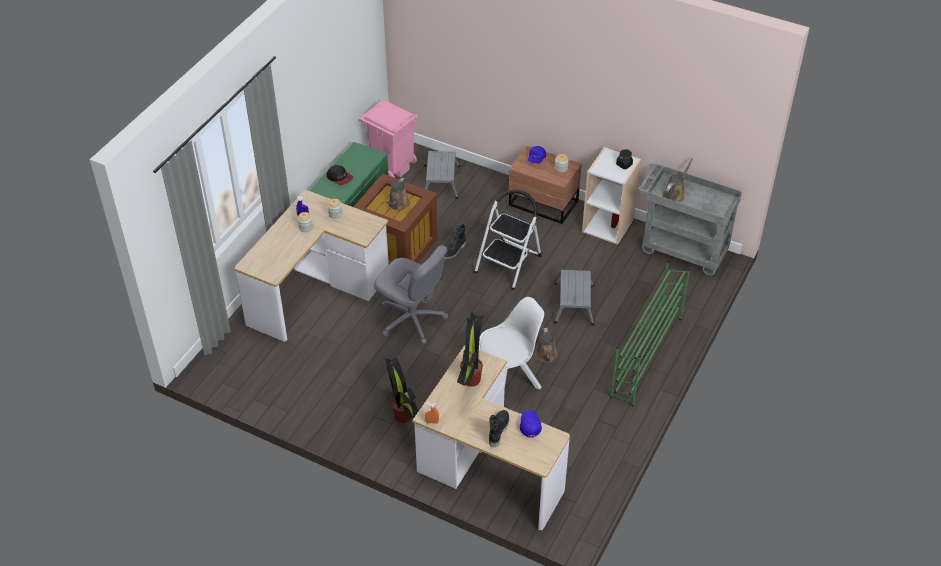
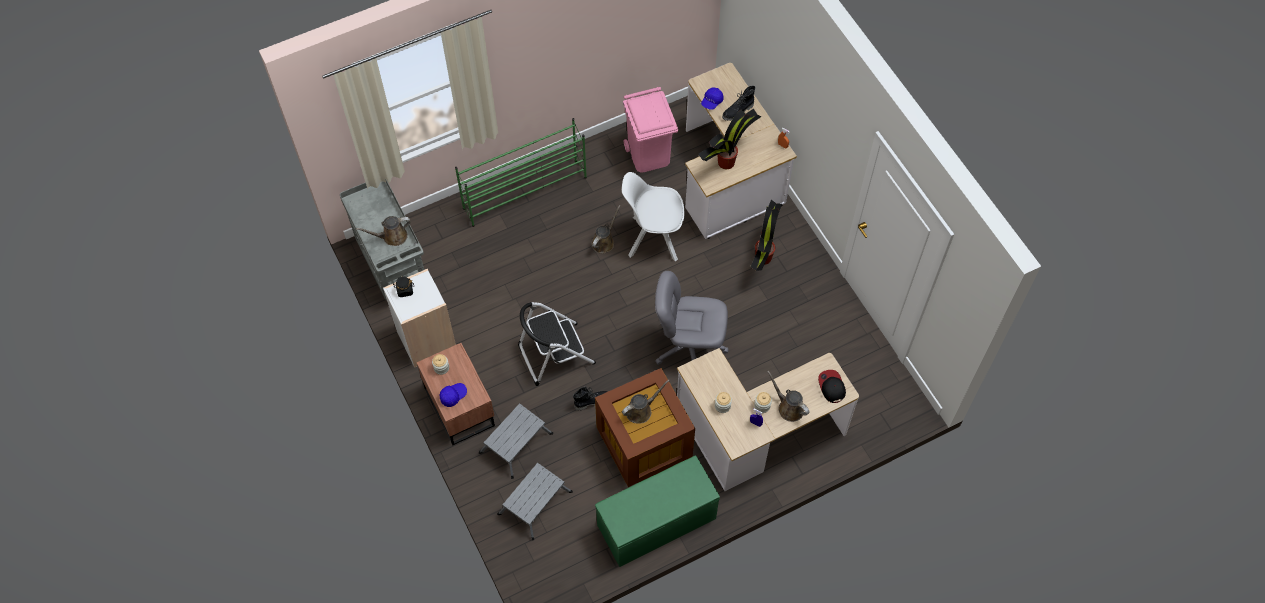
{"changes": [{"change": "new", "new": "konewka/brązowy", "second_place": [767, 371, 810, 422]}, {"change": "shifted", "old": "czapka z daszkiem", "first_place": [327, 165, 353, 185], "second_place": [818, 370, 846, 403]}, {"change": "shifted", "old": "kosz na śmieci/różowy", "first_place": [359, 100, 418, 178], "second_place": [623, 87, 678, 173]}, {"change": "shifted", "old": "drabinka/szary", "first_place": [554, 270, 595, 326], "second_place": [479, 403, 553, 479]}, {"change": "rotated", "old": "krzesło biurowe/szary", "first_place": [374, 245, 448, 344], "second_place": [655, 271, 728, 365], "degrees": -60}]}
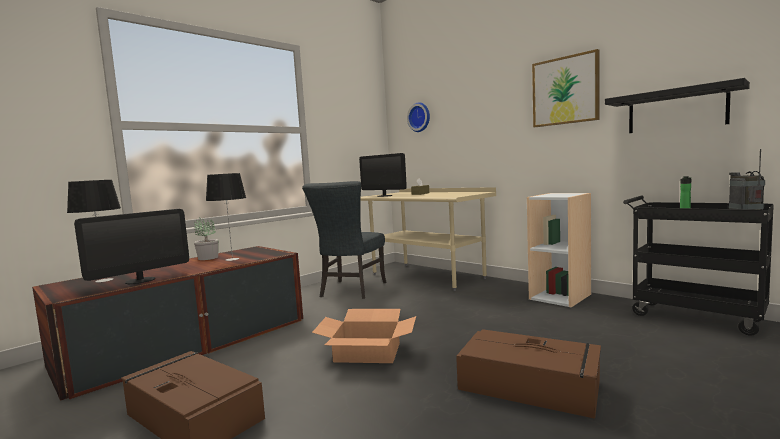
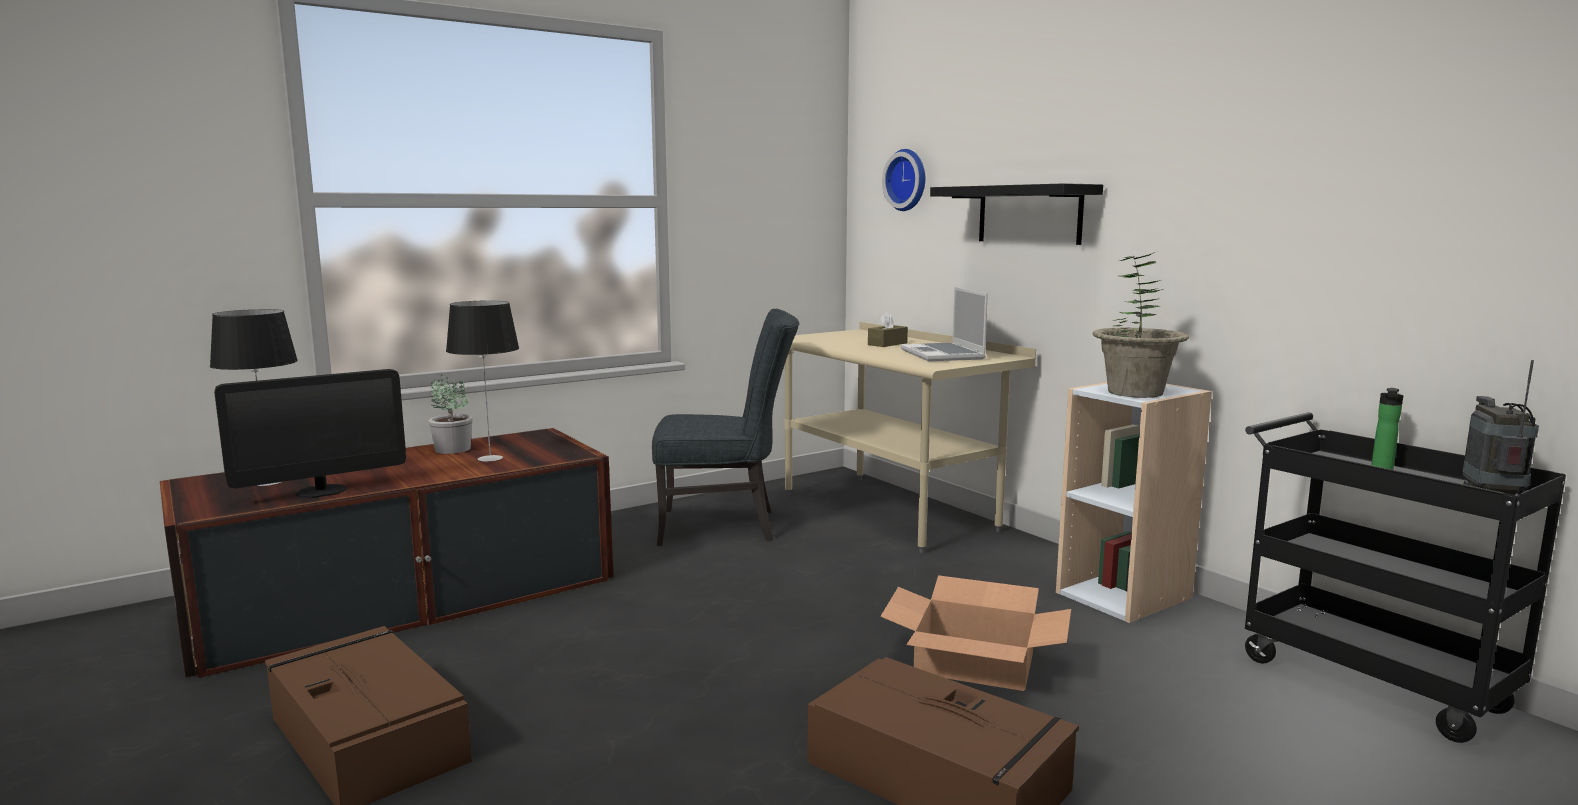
{"changes": [{"change": "gone", "old": "monitor", "first_place": [359, 153, 407, 197]}, {"change": "gone", "old": "obraz", "first_place": [532, 49, 599, 127]}, {"change": "new", "new": "laptop", "second_place": [901, 287, 988, 361]}, {"change": "new", "new": "roślina doniczkowa", "second_place": [1093, 252, 1189, 398]}, {"change": "shifted", "old": "karton", "first_place": [312, 309, 416, 363], "second_place": [880, 575, 1071, 691]}, {"change": "shifted", "old": "półka/czarny", "first_place": [605, 78, 750, 133], "second_place": [930, 183, 1103, 245]}, {"change": "rotated", "old": "krzesło/szary", "first_place": [302, 181, 387, 299], "second_place": [652, 309, 799, 546], "degrees": -120}]}
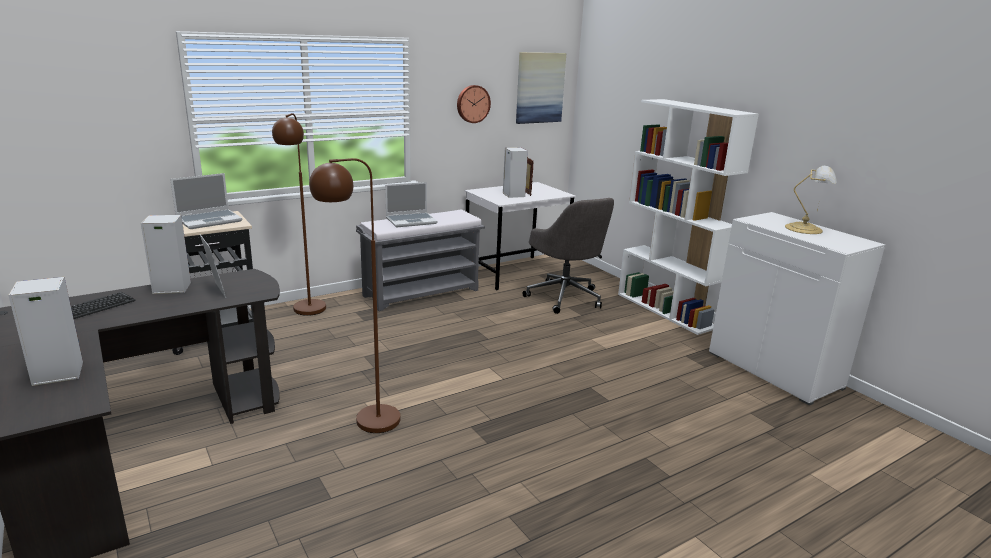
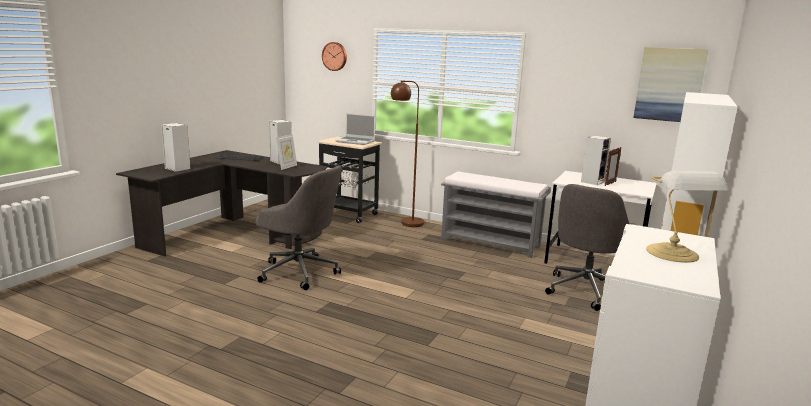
{"changes": [{"change": "gone", "old": "laptop", "first_place": [385, 182, 437, 228]}, {"change": "shifted", "old": "zegar ścienny", "first_place": [457, 85, 491, 123], "second_place": [322, 42, 347, 71]}, {"change": "swapped", "old": "lampa stojąca/brązowy", "new": "krzesło biurowe/szary", "first_place": [309, 158, 401, 433], "second_place": [256, 165, 342, 290]}]}
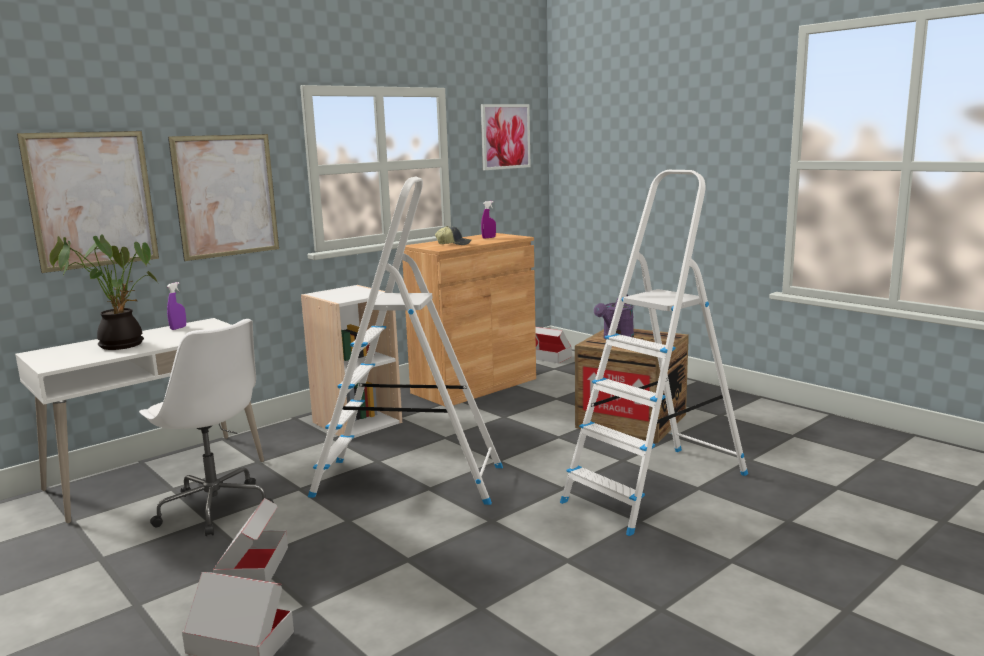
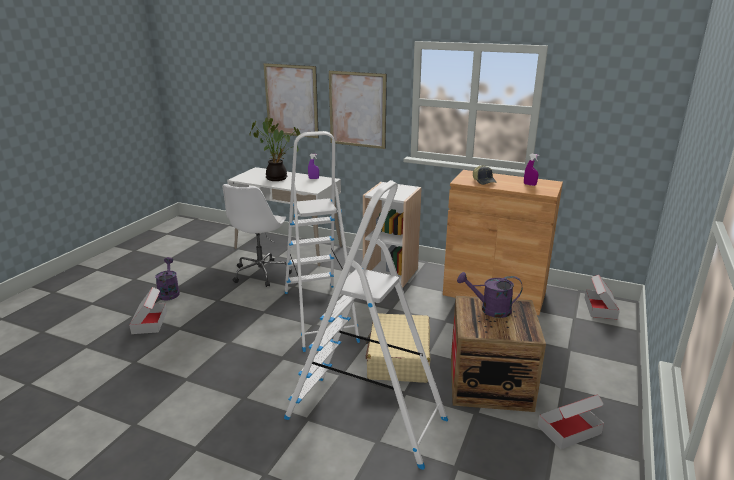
{"changes": [{"change": "gone", "old": "obraz", "first_place": [481, 104, 531, 170]}, {"change": "new", "new": "konewka/fioletowy", "second_place": [155, 257, 180, 300]}, {"change": "new", "new": "walizka/beżowy", "second_place": [366, 313, 430, 383]}, {"change": "shifted", "old": "karton", "first_place": [213, 498, 288, 582], "second_place": [538, 394, 604, 449]}]}
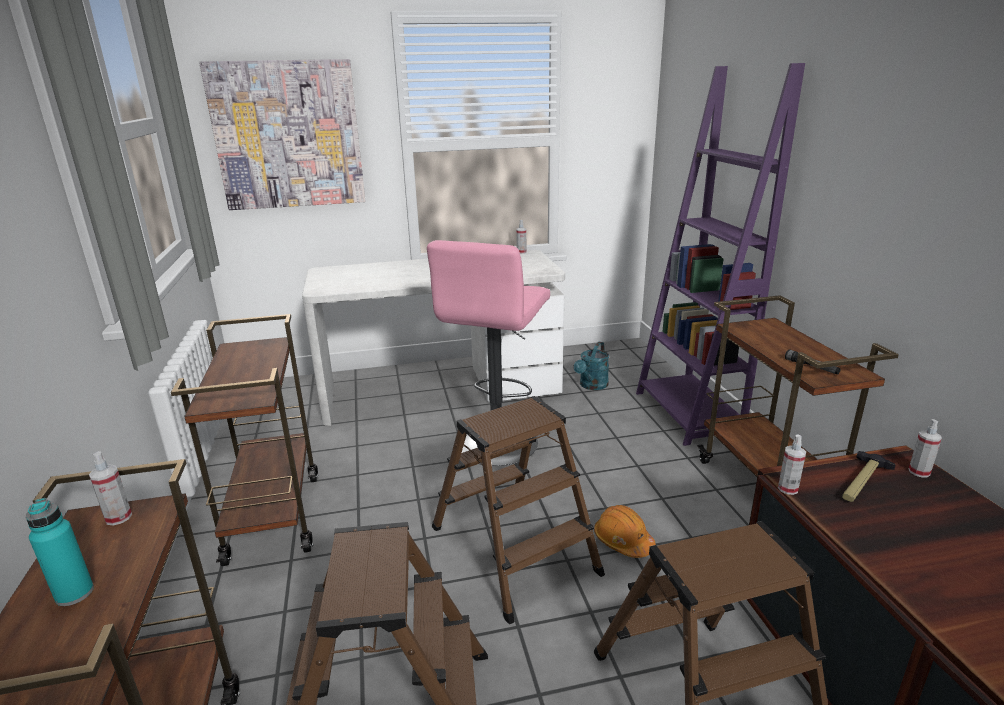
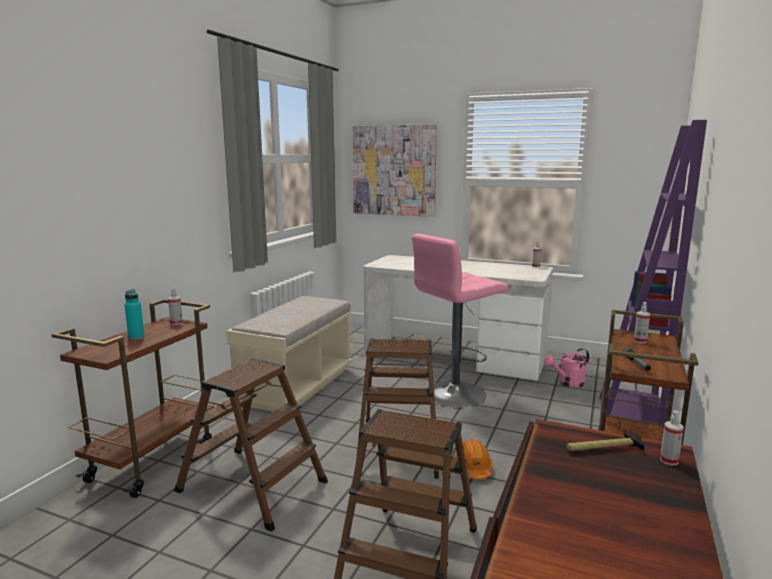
{"changes": [{"change": "shifted", "old": "spryskiwacz", "first_place": [778, 435, 806, 495], "second_place": [634, 302, 650, 343]}, {"change": "swapped", "old": "wózek/brązowy", "new": "ławka/beżowy", "first_place": [171, 314, 319, 566], "second_place": [226, 296, 352, 412]}, {"change": "repainted", "old": "konewka/turkusowy", "new": "konewka/różowy", "first_place": [574, 342, 609, 390], "second_place": [544, 348, 589, 388]}]}
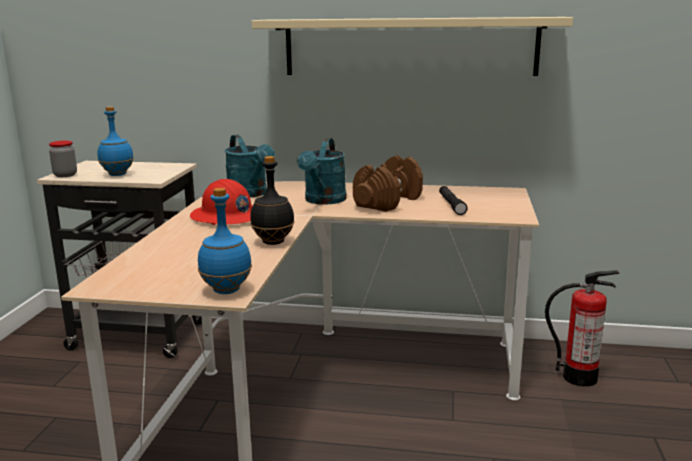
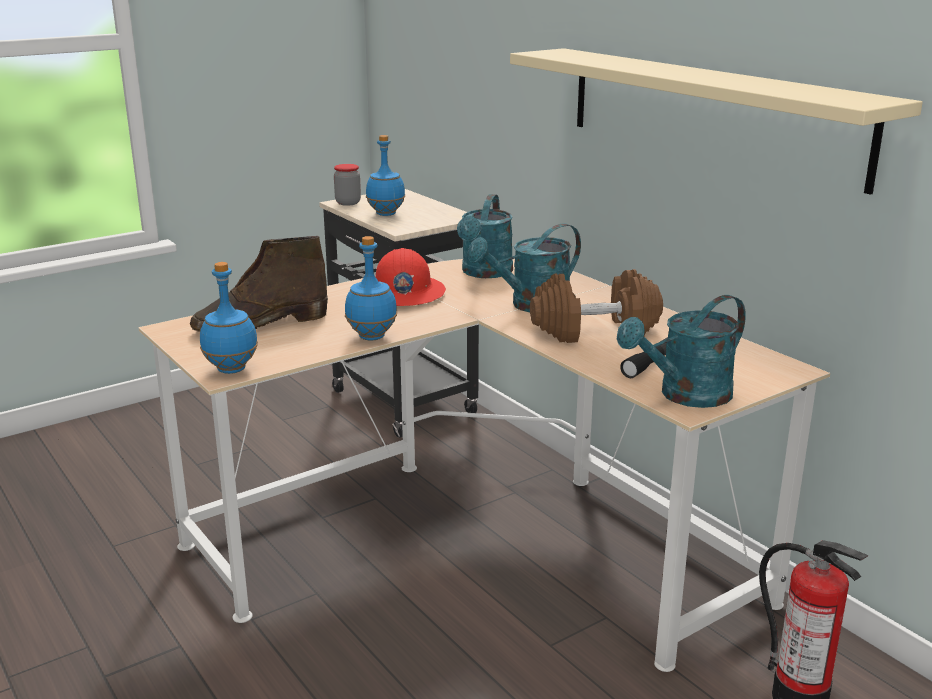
{"changes": [{"change": "new", "new": "but z cholewką/brązowy", "second_place": [190, 236, 328, 332]}, {"change": "new", "new": "konewka/turkusowy", "second_place": [617, 295, 746, 408]}, {"change": "repainted", "old": "butelka/czarny", "new": "butelka/niebieski", "first_place": [250, 156, 295, 245], "second_place": [345, 236, 397, 340]}]}
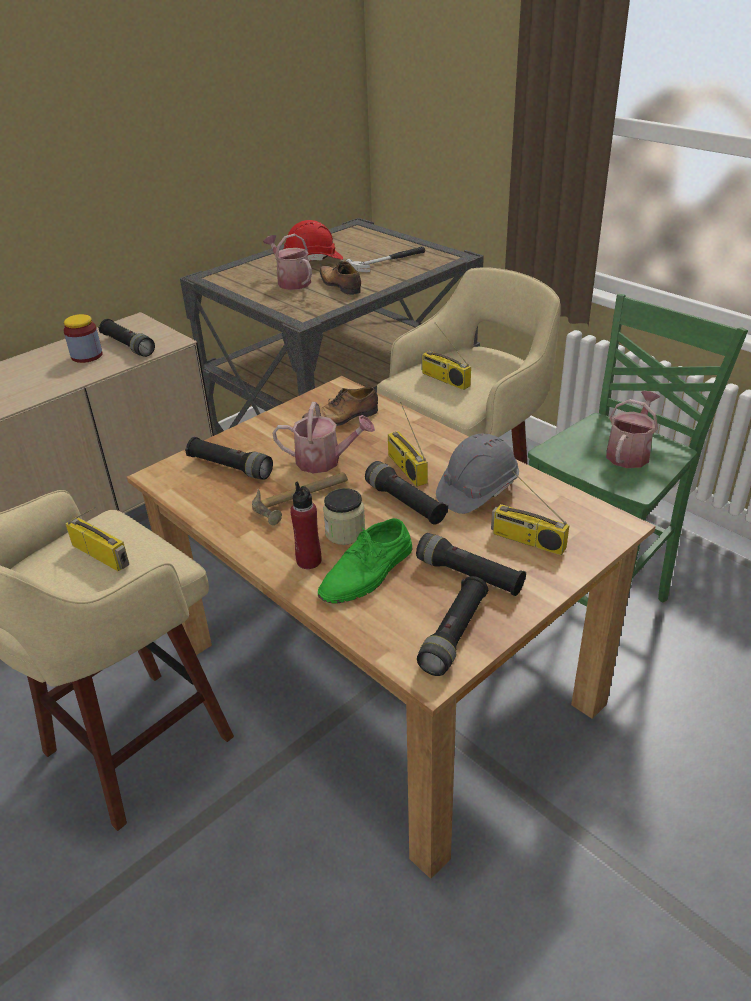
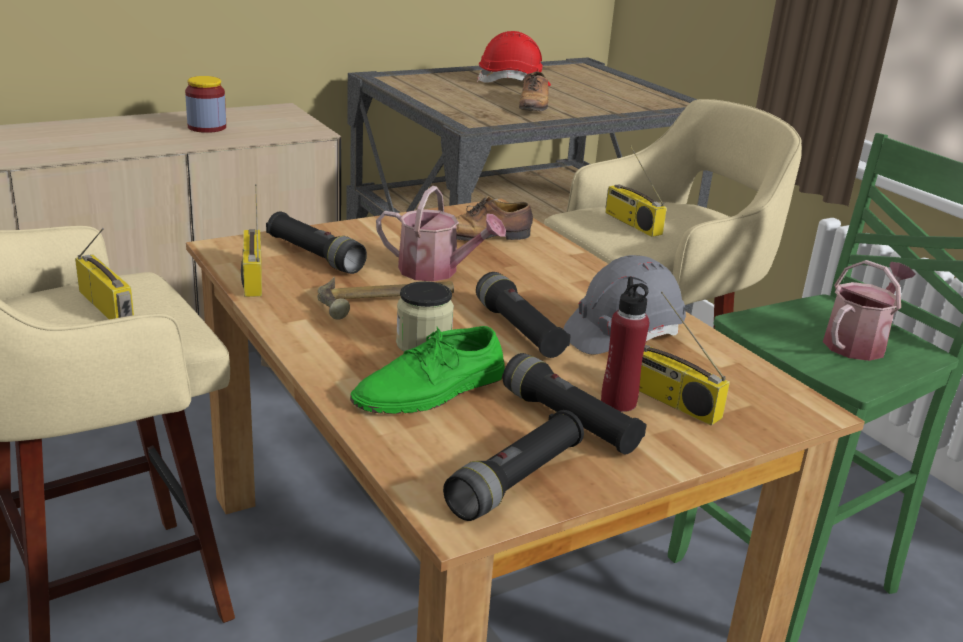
{"changes": [{"change": "gone", "old": "latarka/czarny", "first_place": [98, 319, 155, 357]}, {"change": "gone", "old": "konewka", "first_place": [263, 234, 312, 290]}, {"change": "gone", "old": "młotek", "first_place": [346, 246, 425, 272]}, {"change": "shifted", "old": "butelka/czerwony", "first_place": [290, 482, 321, 569], "second_place": [601, 276, 649, 412]}, {"change": "shifted", "old": "radio", "first_place": [388, 402, 428, 487], "second_place": [241, 184, 262, 297]}, {"change": "rotated", "old": "but", "first_place": [320, 261, 361, 295], "second_place": [519, 71, 549, 111], "degrees": -150}]}
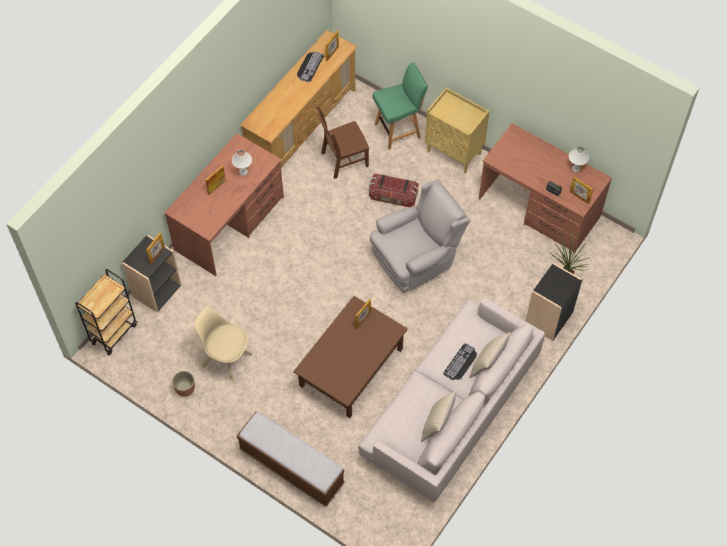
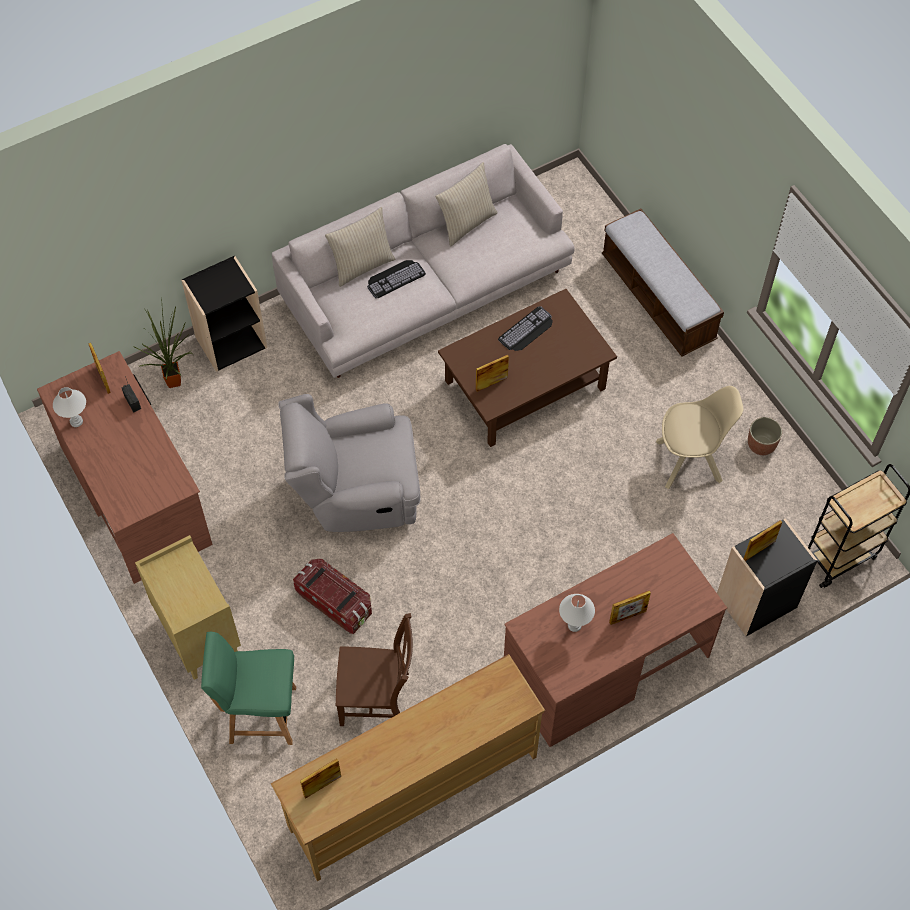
{"changes": [{"change": "shifted", "old": "klawiatura", "first_place": [297, 52, 324, 82], "second_place": [498, 306, 553, 351]}, {"change": "rotated", "old": "krzesło/beżowy", "first_place": [194, 308, 253, 383], "second_place": [656, 386, 743, 489], "degrees": -60}]}
